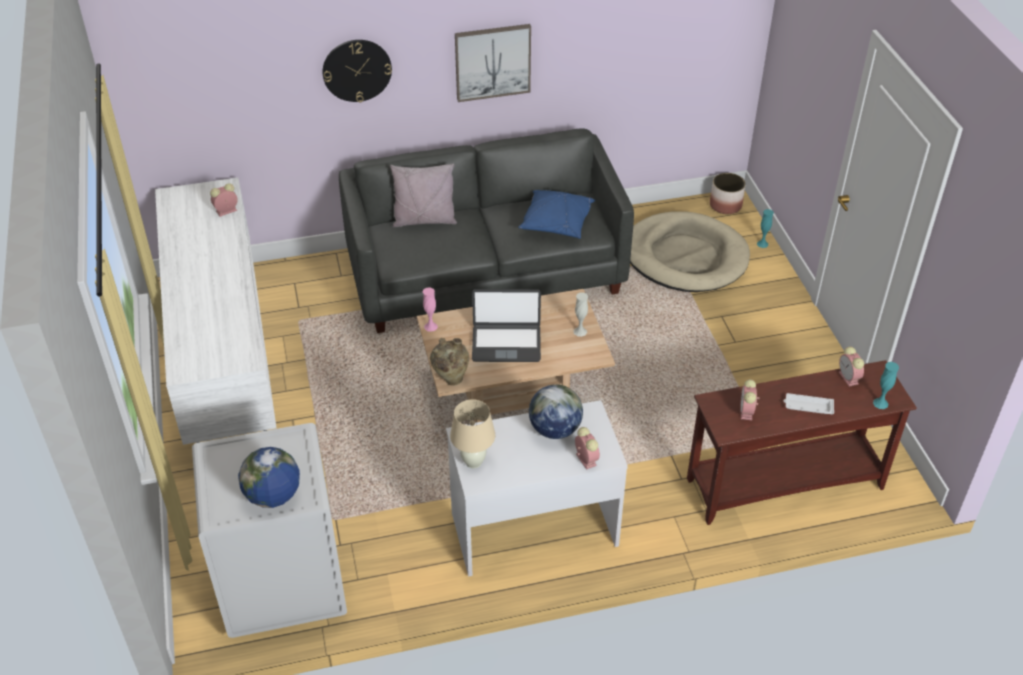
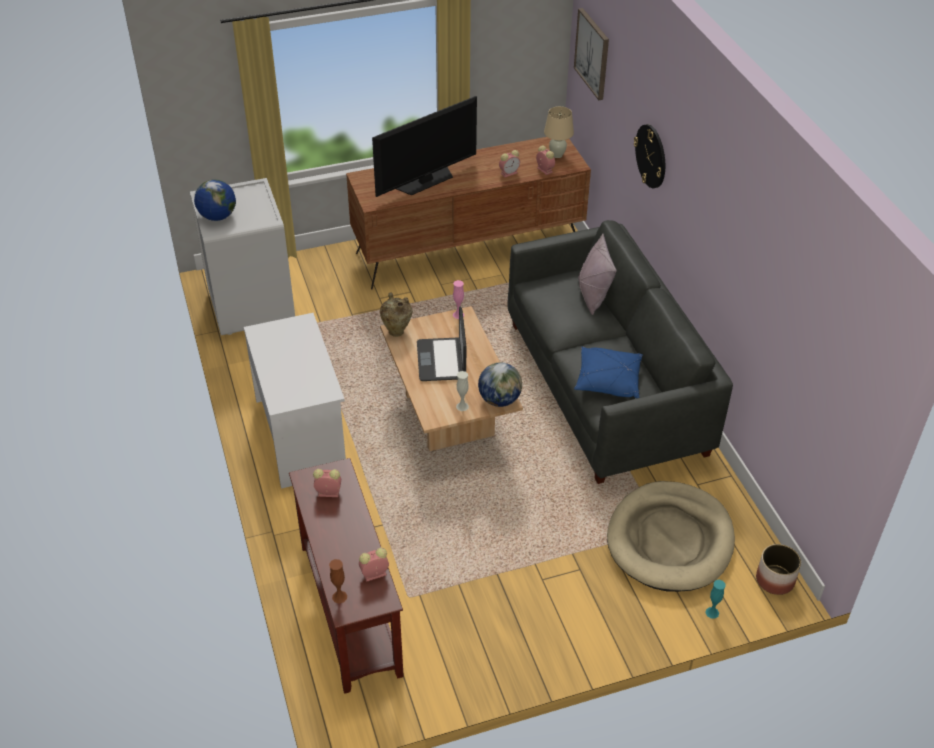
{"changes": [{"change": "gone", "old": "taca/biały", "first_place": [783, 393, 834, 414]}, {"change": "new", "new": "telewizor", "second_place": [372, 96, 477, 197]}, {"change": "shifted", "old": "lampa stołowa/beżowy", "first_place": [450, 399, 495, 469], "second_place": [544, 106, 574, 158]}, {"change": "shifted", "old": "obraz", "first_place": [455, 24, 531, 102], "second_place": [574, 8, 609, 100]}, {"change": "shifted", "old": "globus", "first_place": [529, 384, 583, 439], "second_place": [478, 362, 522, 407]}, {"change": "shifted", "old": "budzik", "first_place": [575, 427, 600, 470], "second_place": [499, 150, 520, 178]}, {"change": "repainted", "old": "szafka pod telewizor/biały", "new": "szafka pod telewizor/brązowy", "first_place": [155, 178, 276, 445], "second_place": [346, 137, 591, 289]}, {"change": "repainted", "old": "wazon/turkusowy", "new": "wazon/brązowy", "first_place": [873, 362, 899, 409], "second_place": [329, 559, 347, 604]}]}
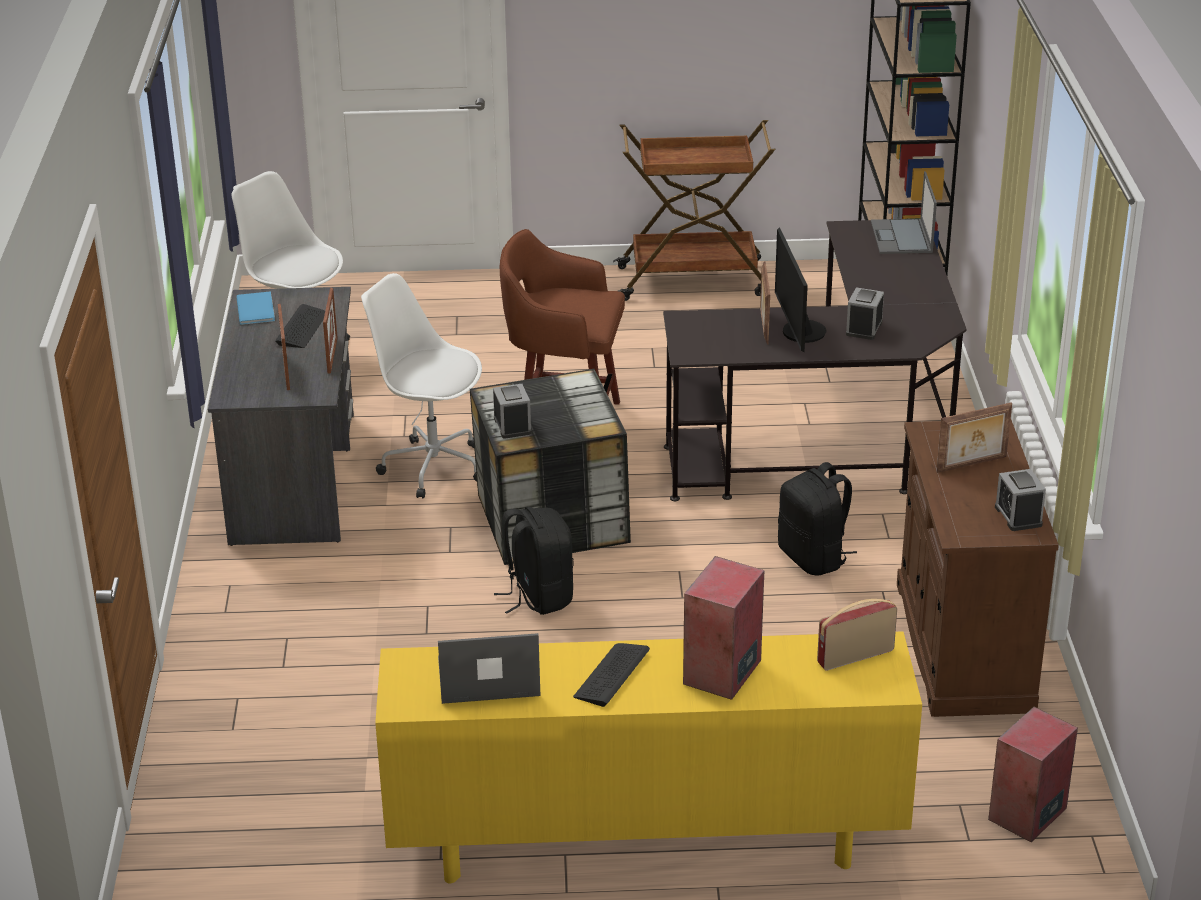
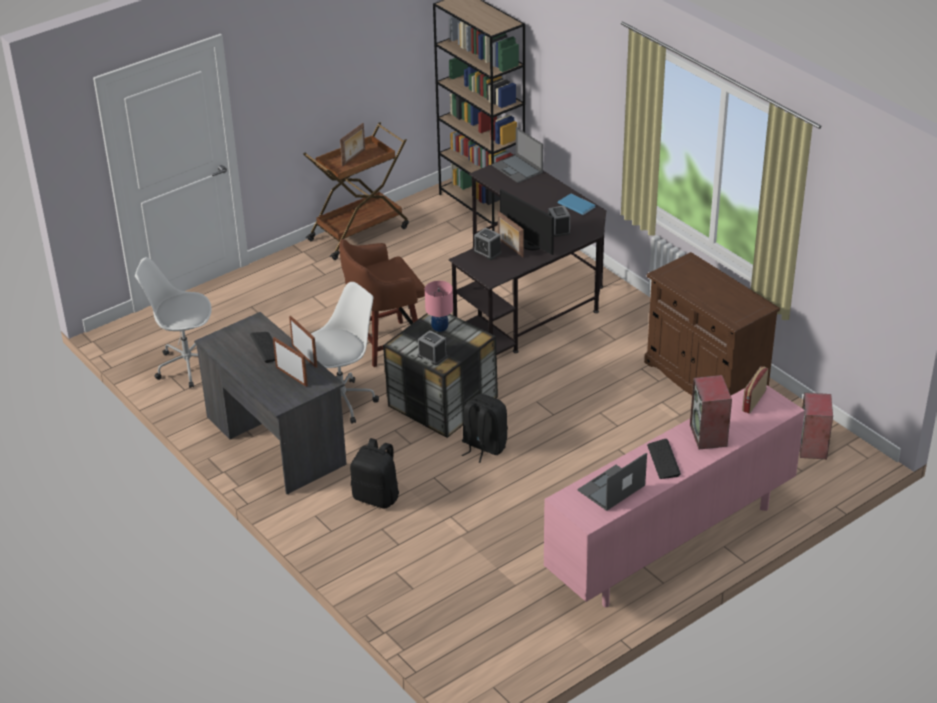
{"changes": [{"change": "new", "new": "lampa stołowa/różowy", "second_place": [425, 281, 453, 332]}, {"change": "shifted", "old": "książka/niebieski", "first_place": [236, 292, 275, 325], "second_place": [558, 194, 596, 215]}, {"change": "shifted", "old": "plecak/czarny", "first_place": [778, 462, 857, 575], "second_place": [350, 438, 399, 509]}, {"change": "shifted", "old": "ramka na zdjęcie", "first_place": [937, 402, 1012, 473], "second_place": [340, 123, 365, 167]}, {"change": "shifted", "old": "budzik", "first_place": [995, 469, 1046, 531], "second_place": [474, 228, 502, 260]}, {"change": "repainted", "old": "szafka/żółty", "new": "szafka/różowy", "first_place": [375, 631, 922, 883], "second_place": [544, 385, 805, 607]}, {"change": "rotated", "old": "krzesło biurowe/biały", "first_place": [361, 273, 482, 498], "second_place": [311, 282, 379, 424], "degrees": 150}]}
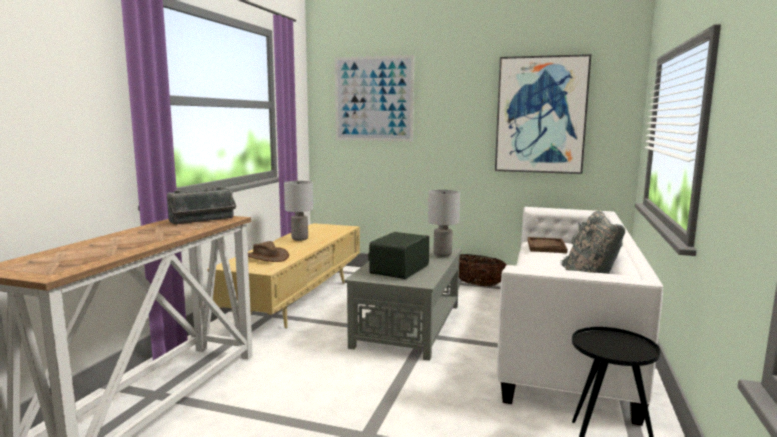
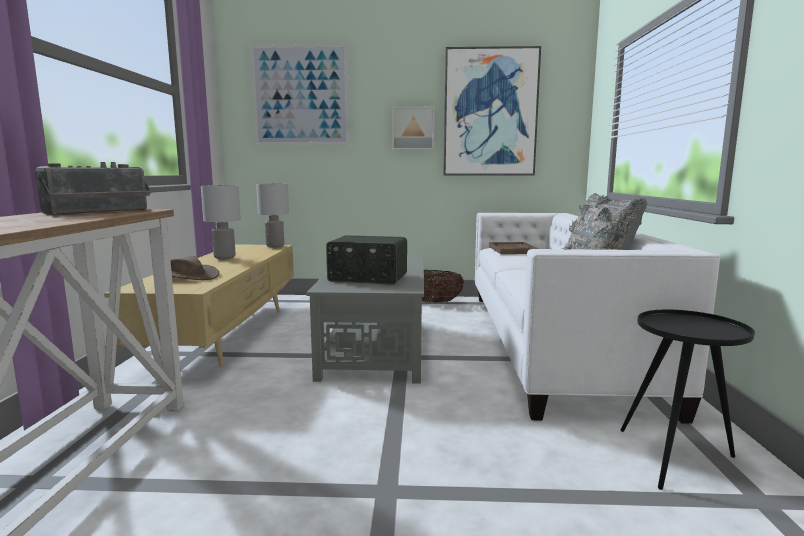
{"changes": [{"change": "new", "new": "obraz", "second_place": [392, 106, 434, 150]}, {"change": "shifted", "old": "lampa stołowa/szary", "first_place": [428, 190, 460, 257], "second_place": [256, 183, 289, 248]}, {"change": "rotated", "old": "radio", "first_place": [368, 232, 429, 279], "second_place": [326, 235, 407, 285], "degrees": -90}]}
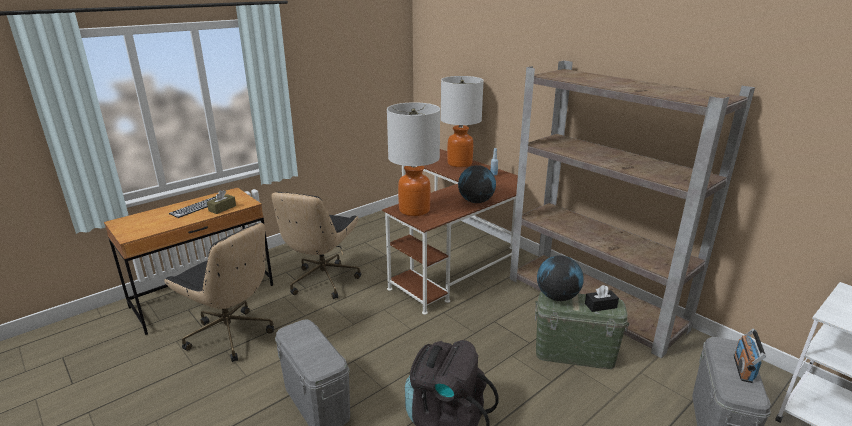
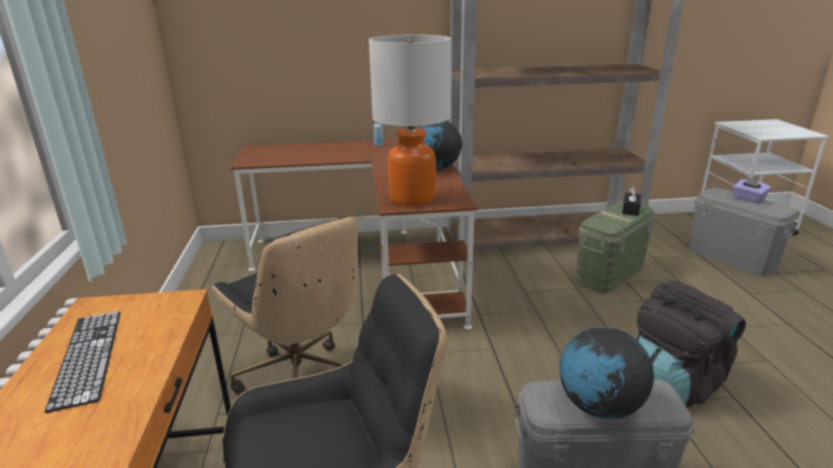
{"changes": [{"change": "gone", "old": "pudełko chusteczek/brązowy", "first_place": [207, 190, 236, 214]}, {"change": "gone", "old": "lampa stołowa", "first_place": [441, 76, 484, 167]}, {"change": "shifted", "old": "globus", "first_place": [537, 255, 584, 301], "second_place": [559, 327, 654, 419]}, {"change": "swapped", "old": "radio", "new": "pudełko chusteczek/fioletowy", "first_place": [734, 329, 766, 383], "second_place": [733, 177, 771, 203]}]}
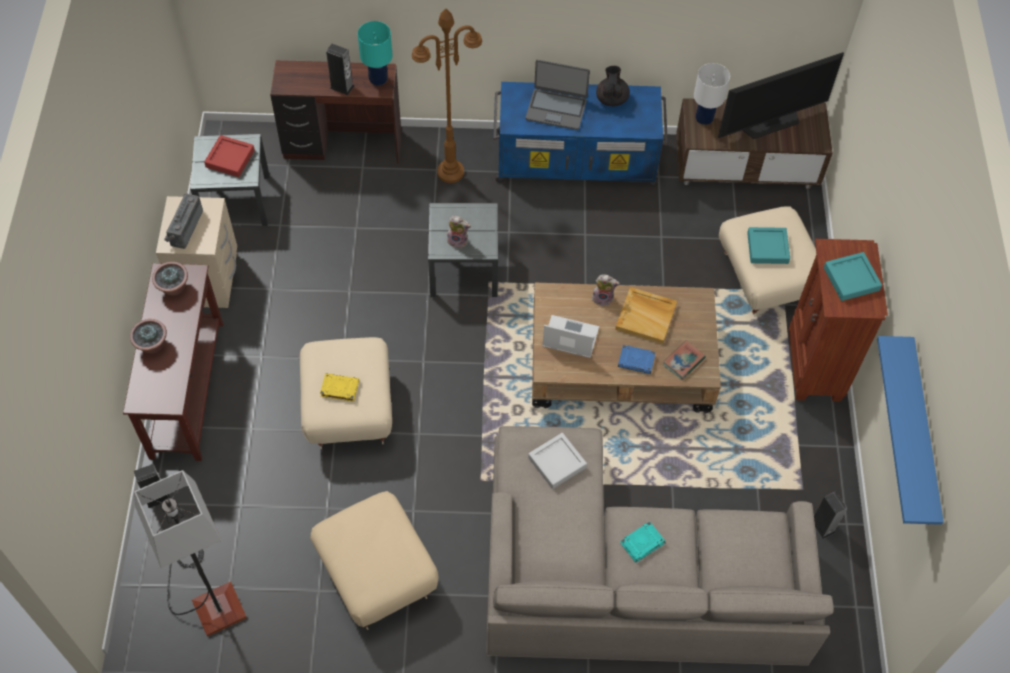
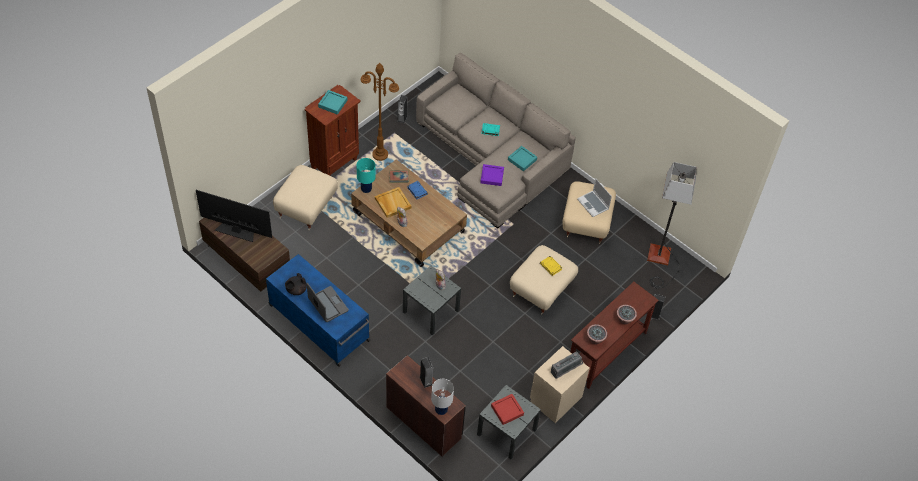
{"changes": [{"change": "gone", "old": "półka/niebieski", "first_place": [877, 336, 944, 525]}, {"change": "shifted", "old": "lampa stołowa/turkusowy", "first_place": [358, 21, 392, 86], "second_place": [356, 158, 376, 193]}, {"change": "shifted", "old": "lampa stojąca/brązowy", "first_place": [412, 9, 482, 183], "second_place": [361, 63, 399, 161]}, {"change": "shifted", "old": "laptop", "first_place": [542, 315, 599, 358], "second_place": [577, 178, 612, 217]}, {"change": "shifted", "old": "lampa stołowa/biały", "first_place": [694, 63, 730, 125], "second_place": [431, 379, 454, 415]}, {"change": "shifted", "old": "taca/turkusowy", "first_place": [747, 227, 790, 264], "second_place": [508, 146, 537, 171]}, {"change": "repainted", "old": "taca/szary", "new": "taca/fioletowy", "first_place": [528, 433, 587, 489], "second_place": [480, 164, 504, 186]}]}
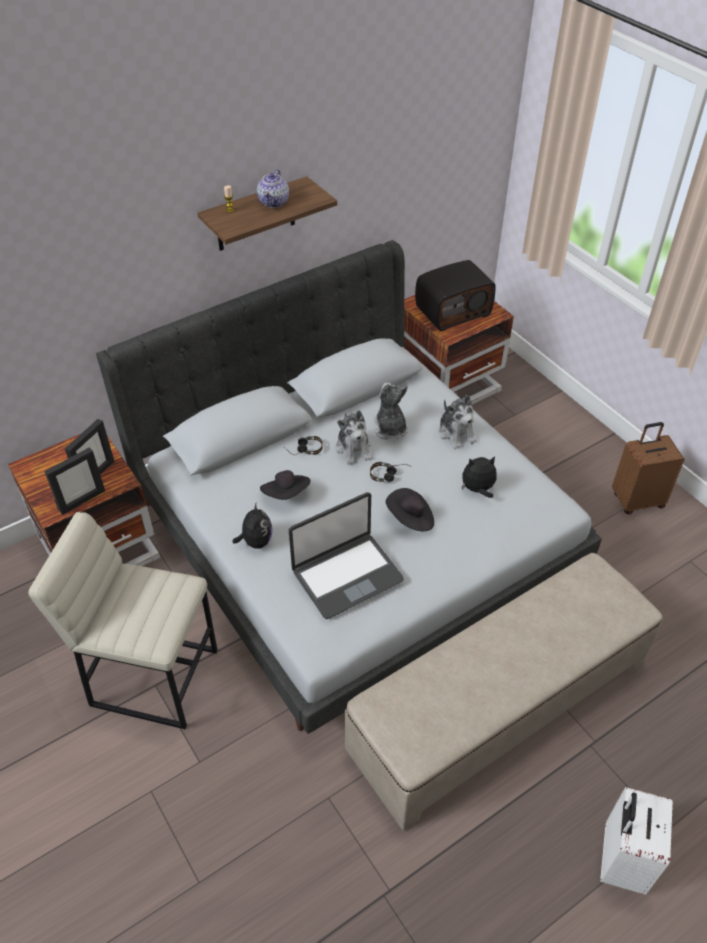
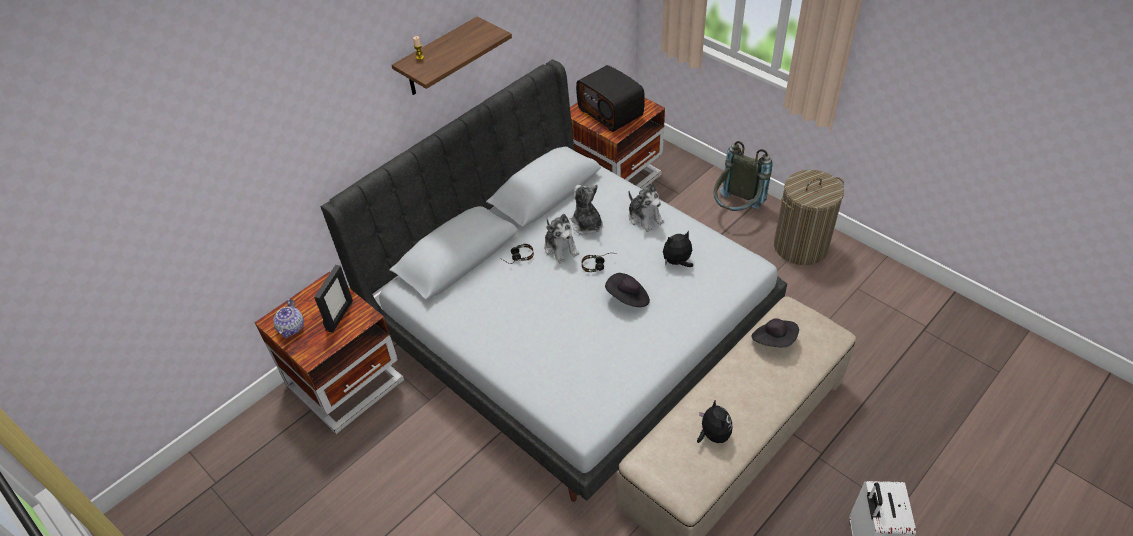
{"changes": [{"change": "gone", "old": "krzesło/beżowy", "first_place": [28, 512, 218, 729]}, {"change": "gone", "old": "ramka na zdjęcie", "first_place": [44, 447, 105, 515]}, {"change": "gone", "old": "laptop", "first_place": [289, 492, 404, 619]}, {"change": "new", "new": "plecak/szary", "second_place": [714, 141, 772, 211]}, {"change": "shifted", "old": "pluszak", "first_place": [232, 504, 273, 549], "second_place": [697, 399, 732, 443]}, {"change": "shifted", "old": "imbryk", "first_place": [257, 169, 289, 208], "second_place": [273, 299, 304, 338]}, {"change": "shifted", "old": "kapelusz/czarny", "first_place": [260, 470, 311, 500], "second_place": [752, 318, 799, 347]}, {"change": "swapped", "old": "walizka/brązowy", "new": "kosz na pranie", "first_place": [612, 422, 685, 514], "second_place": [774, 170, 844, 265]}, {"change": "rotated", "old": "radio", "first_place": [415, 260, 496, 331], "second_place": [576, 65, 645, 132], "degrees": 90}]}
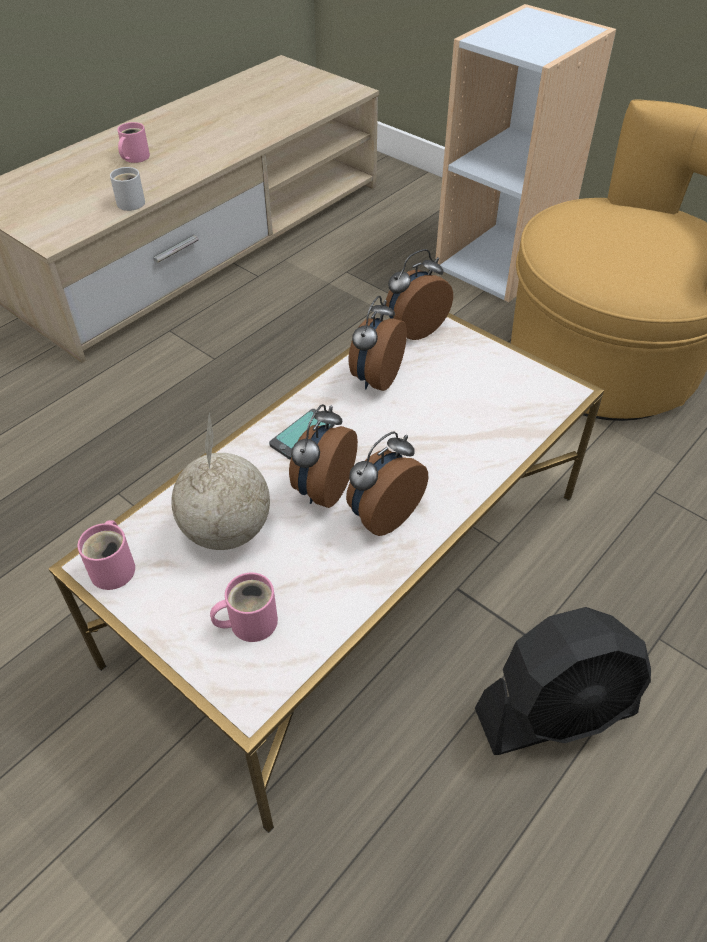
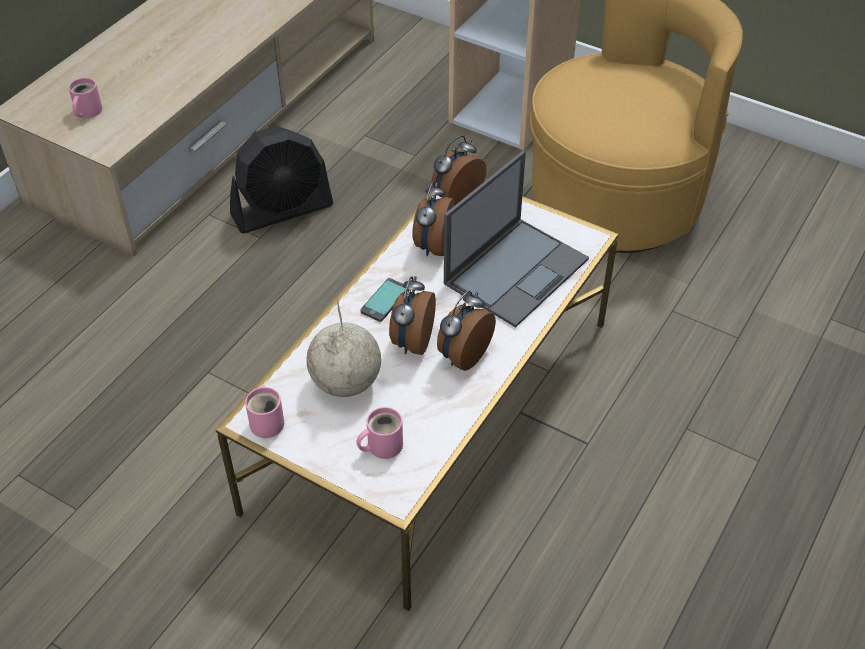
{"changes": [{"change": "gone", "old": "kubek/biały", "first_place": [110, 167, 145, 211]}, {"change": "new", "new": "laptop", "second_place": [444, 151, 589, 328]}, {"change": "shifted", "old": "kubek/różowy", "first_place": [117, 122, 150, 163], "second_place": [69, 78, 102, 118]}, {"change": "shifted", "old": "wentylator/czarny", "first_place": [475, 607, 651, 755], "second_place": [230, 126, 333, 233]}]}
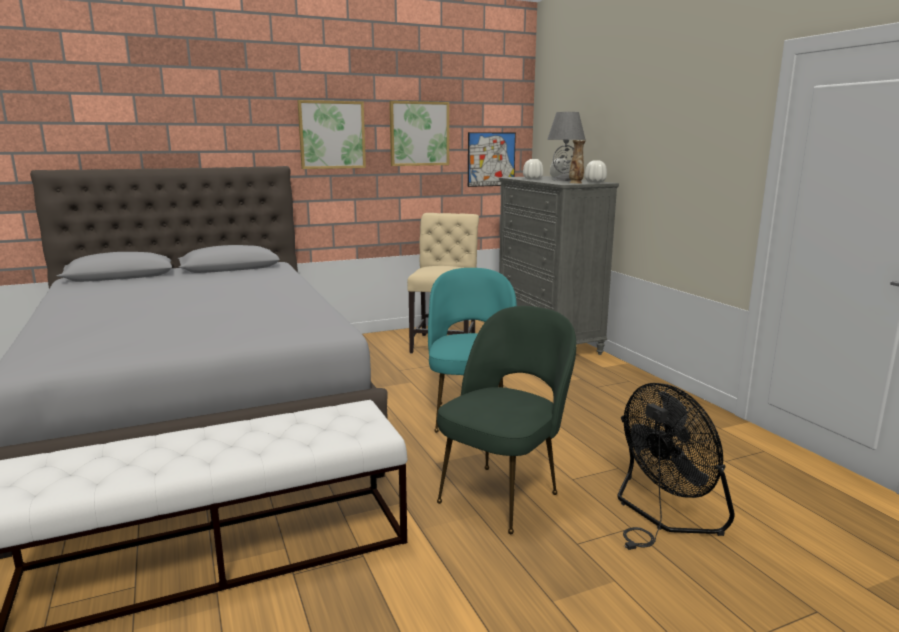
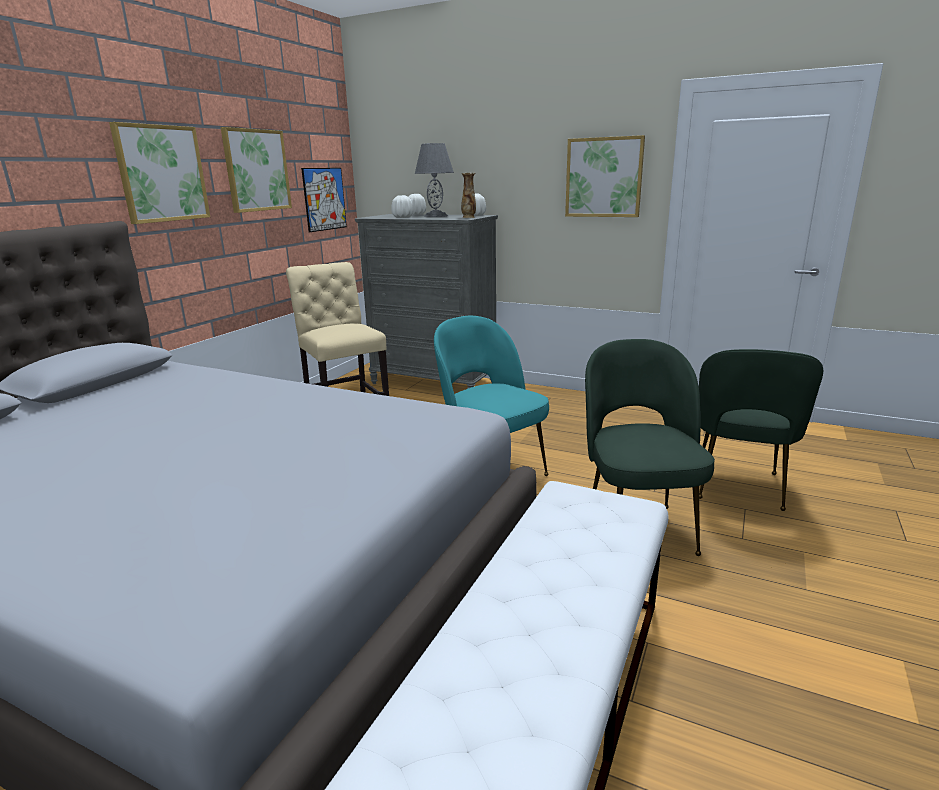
{"changes": [{"change": "new", "new": "obraz", "second_place": [565, 135, 645, 217]}, {"change": "swapped", "old": "wentylator/czarny", "new": "krzesło/zielony", "first_place": [617, 383, 735, 550], "second_place": [699, 349, 823, 511]}]}
